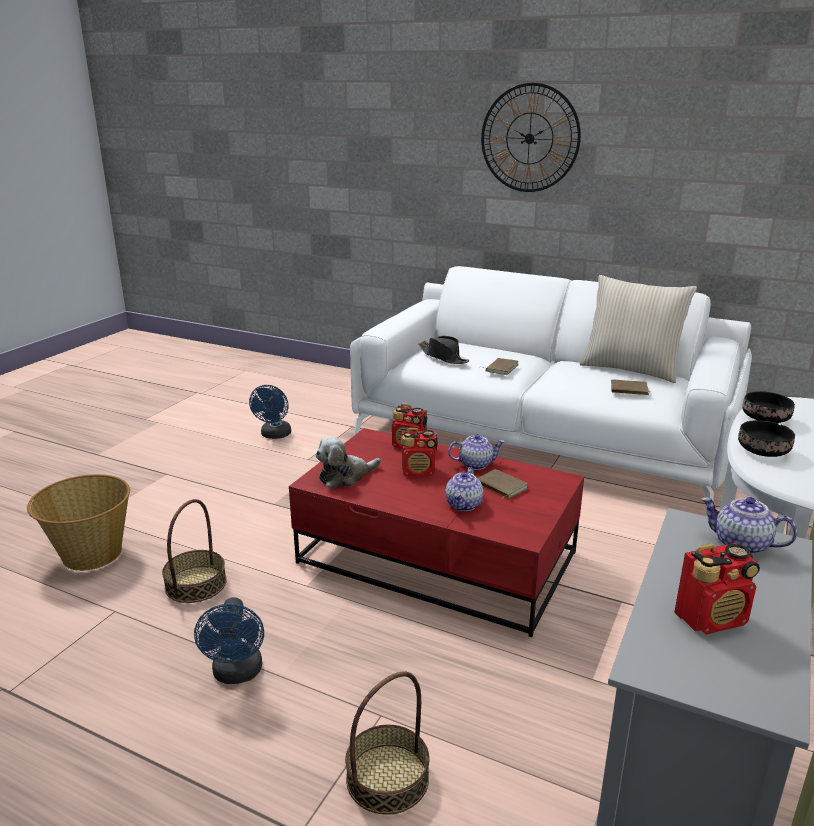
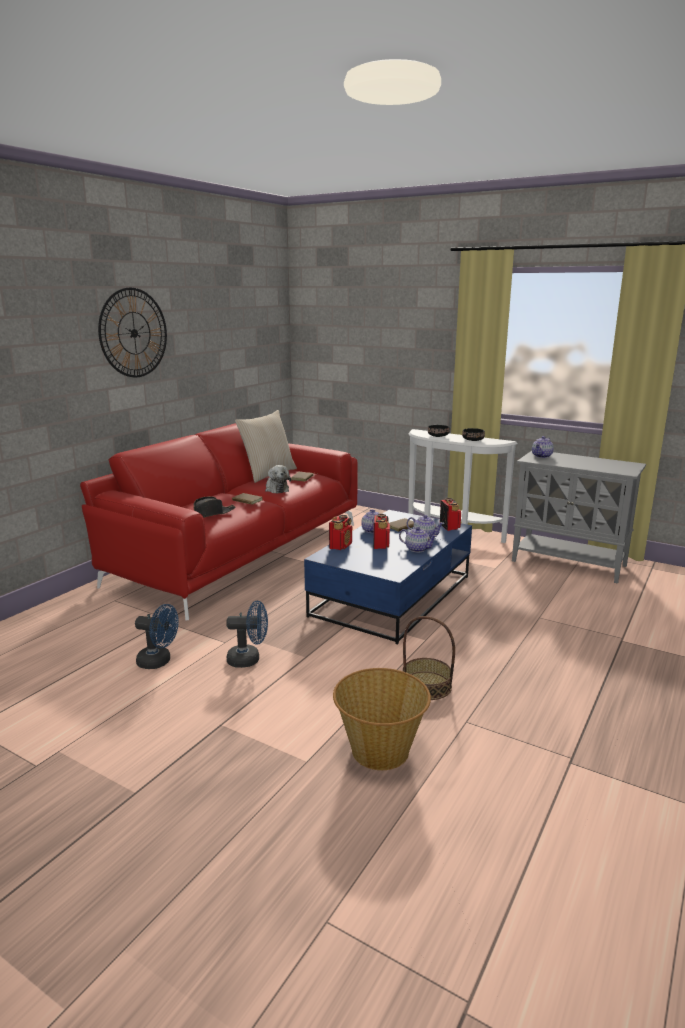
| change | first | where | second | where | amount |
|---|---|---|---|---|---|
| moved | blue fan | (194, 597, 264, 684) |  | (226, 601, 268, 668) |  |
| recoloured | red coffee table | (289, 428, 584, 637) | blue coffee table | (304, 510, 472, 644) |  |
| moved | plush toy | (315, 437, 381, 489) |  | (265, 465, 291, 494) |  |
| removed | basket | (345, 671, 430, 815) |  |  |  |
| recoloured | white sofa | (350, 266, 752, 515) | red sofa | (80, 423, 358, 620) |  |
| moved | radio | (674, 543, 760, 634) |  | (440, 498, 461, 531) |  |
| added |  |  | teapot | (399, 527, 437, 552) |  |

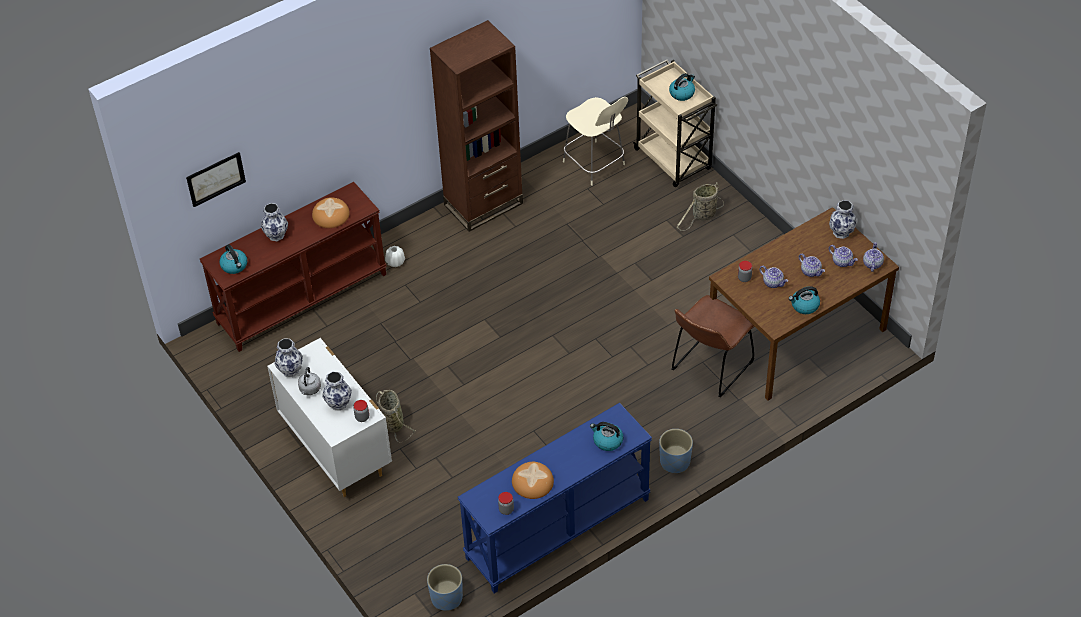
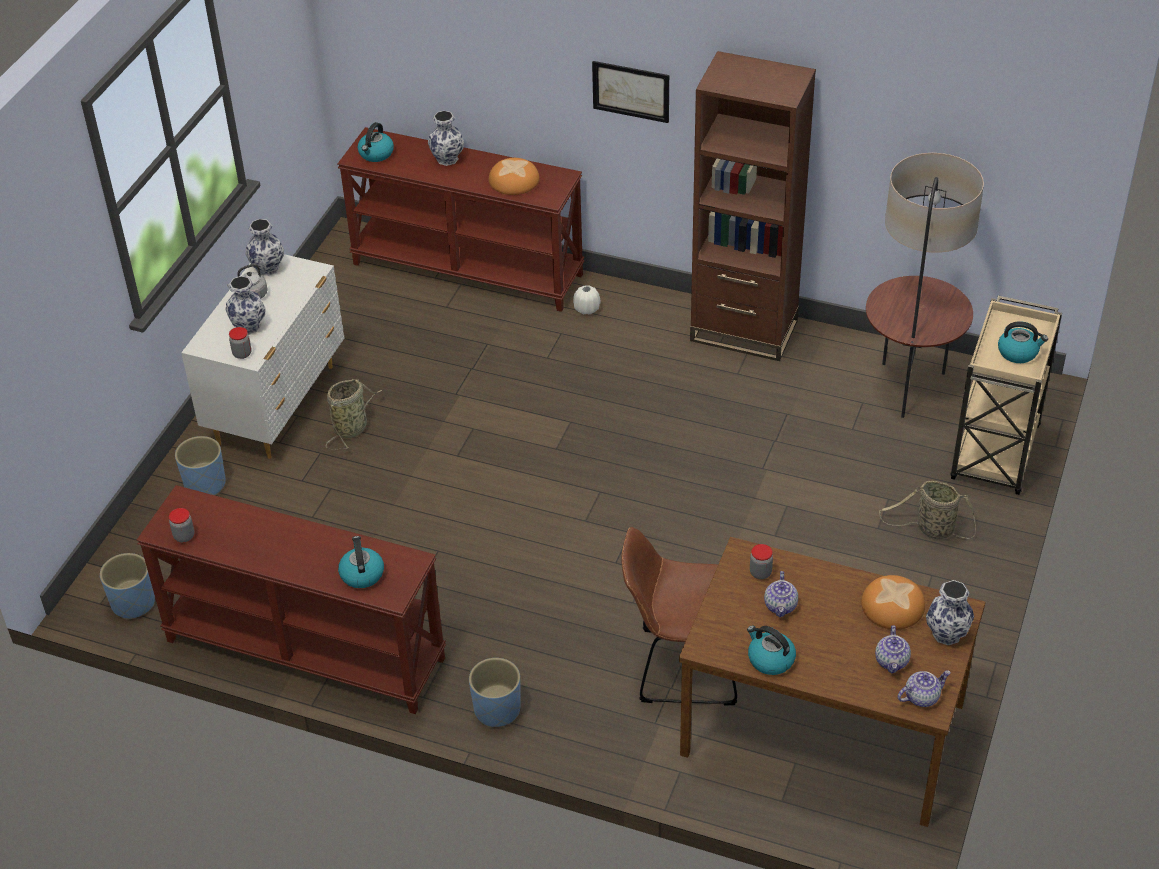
| change | first | where | second | where | amount |
|---|---|---|---|---|---|
| moved | picture | (186, 152, 246, 207) |  | (592, 61, 669, 123) |  |
| recoloured | blue console table | (458, 403, 652, 594) | brown console table | (136, 485, 446, 714) |  |
| moved | bread | (512, 462, 554, 499) |  | (861, 575, 925, 630) |  |
| replaced | beige chair | (563, 97, 628, 186) | floor lamp | (866, 153, 984, 418) |  |
| removed | teapot | (799, 254, 825, 277) |  |  |  |
| added |  |  | blue planter | (175, 436, 226, 495) |  |

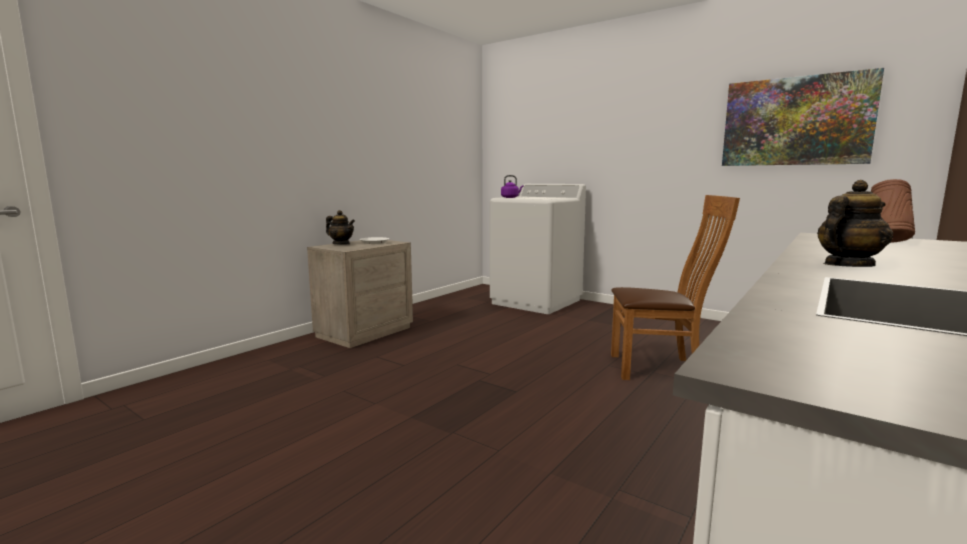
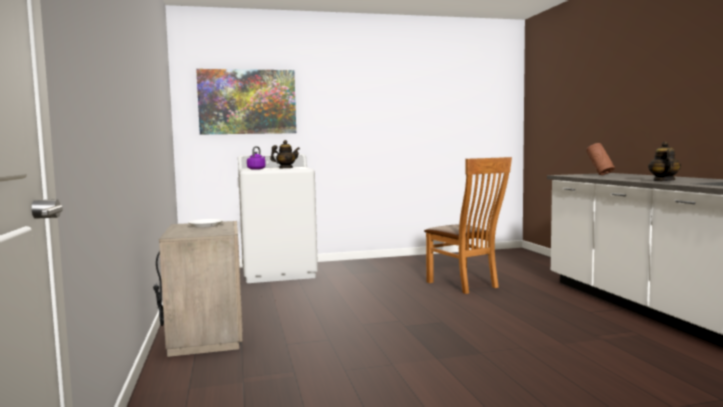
| change | first | where | second | where | amount |
|---|---|---|---|---|---|
| moved | teapot | (326, 210, 355, 245) |  | (270, 140, 300, 168) |  |
| turned | brown chair | (611, 195, 740, 380) |  | (424, 157, 512, 294) | 105 degrees clockwise |
| moved | picture | (722, 68, 884, 166) |  | (196, 69, 296, 134) |  |

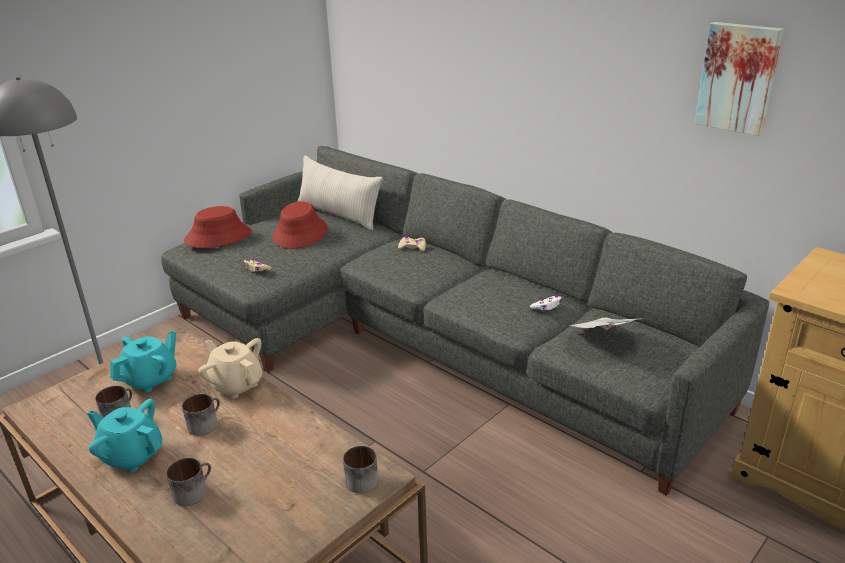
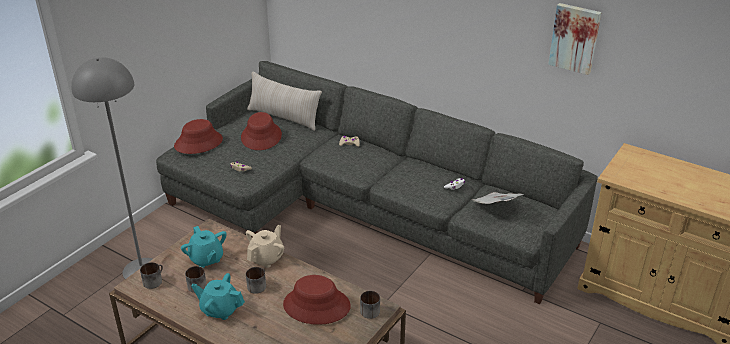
| change | first | where | second | where | amount |
|---|---|---|---|---|---|
| turned | turquoise teapot | (110, 330, 176, 393) |  | (181, 226, 227, 268) | 120 degrees clockwise |
| moved | mug | (166, 458, 211, 506) |  | (140, 262, 163, 289) |  |
| turned | beige teapot | (199, 338, 262, 399) |  | (246, 225, 284, 268) | 90 degrees clockwise |
| added |  |  | red hat | (283, 275, 351, 325) |  |

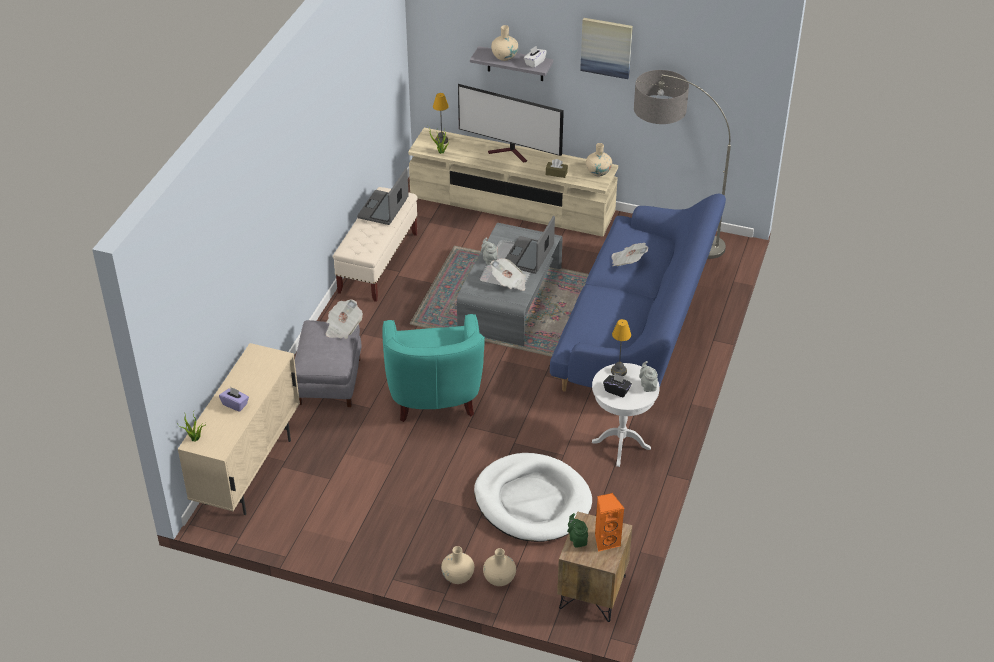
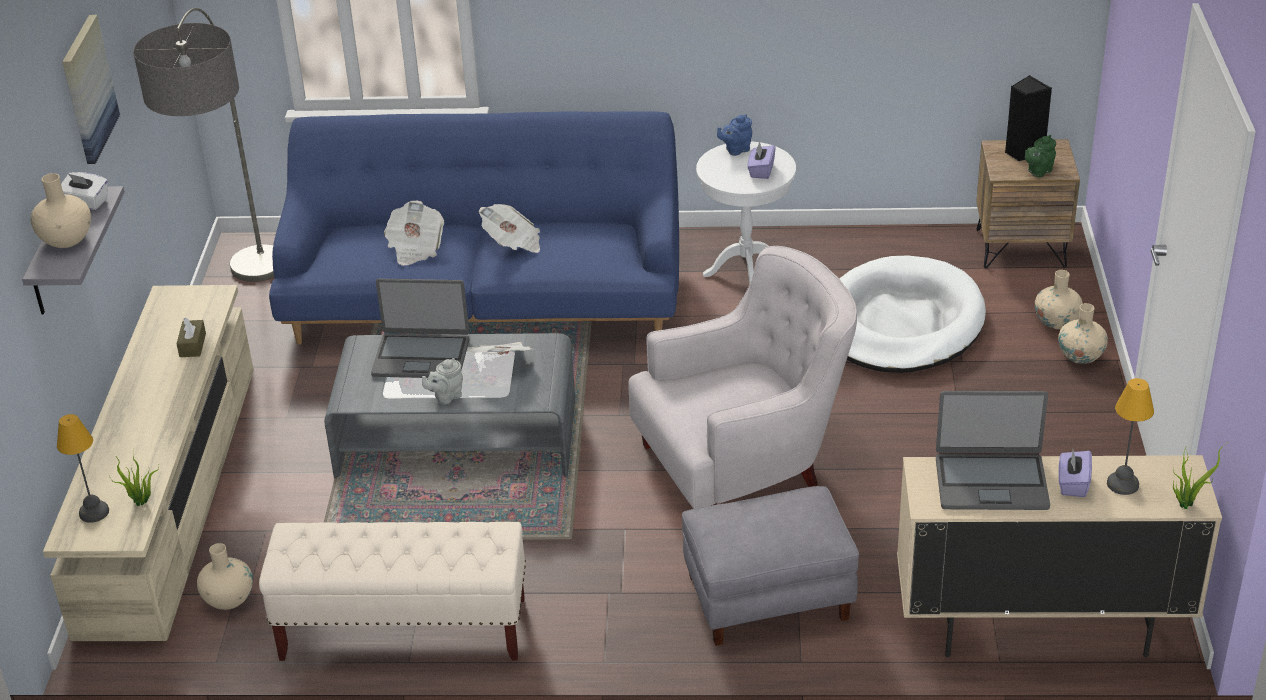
| change | first | where | second | where | amount |
|---|---|---|---|---|---|
| moved | newspaper | (326, 299, 363, 339) |  | (479, 204, 540, 253) |  |
| moved | laptop | (357, 168, 409, 225) |  | (936, 391, 1050, 510) |  |
| recoloured | turquoise armchair | (382, 314, 485, 422) | white armchair | (628, 246, 857, 509) |  |
| removed | television | (458, 84, 564, 163) |  |  |  |
| moved | beige vase | (586, 143, 612, 176) |  | (197, 543, 253, 610) |  |
| recoloured | orange speaker | (595, 493, 624, 552) | black speaker | (1005, 75, 1052, 161) |  |
| recoloured | black tissue box | (603, 374, 632, 397) | purple tissue box | (747, 141, 776, 179) |  |
| moved | table lamp | (611, 319, 631, 376) |  | (1107, 378, 1154, 495) |  |
| recoloured | grey teapot | (639, 361, 658, 392) | blue teapot | (717, 114, 752, 156) |  |

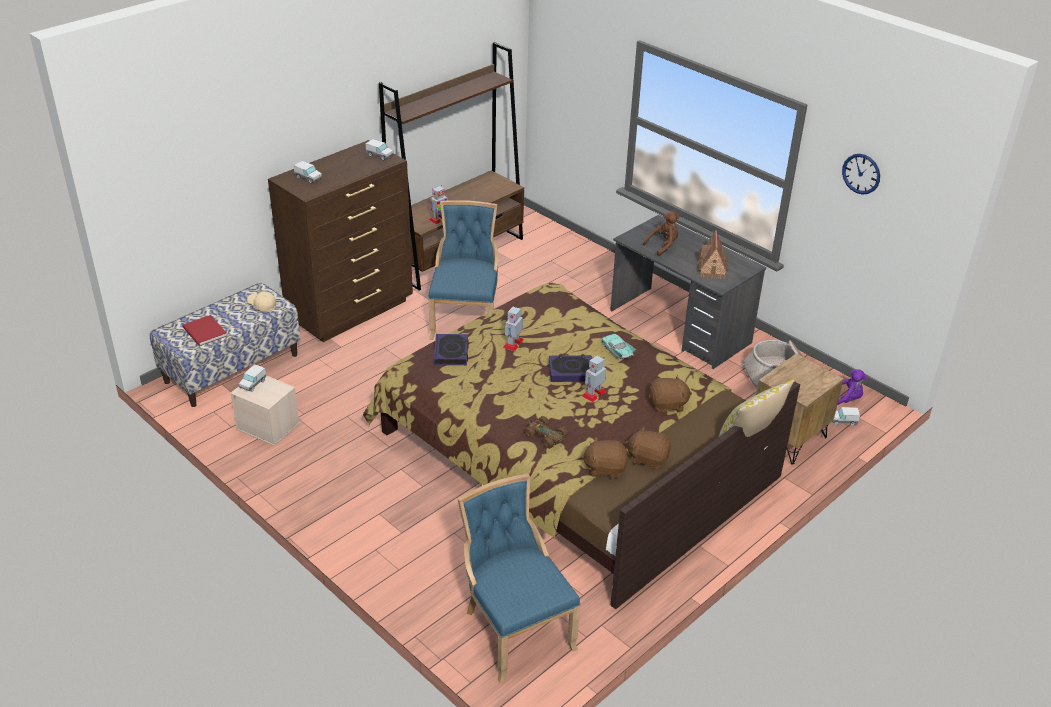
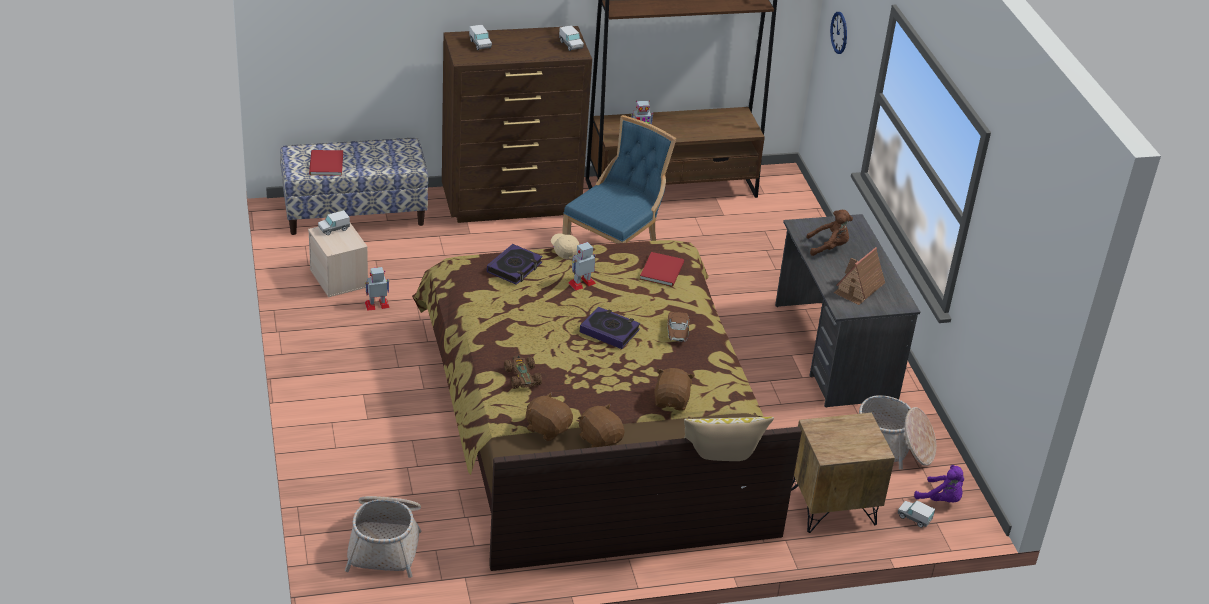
| change | first | where | second | where | amount |
|---|---|---|---|---|---|
| moved | beige cap | (247, 291, 276, 312) |  | (551, 233, 579, 259) |  |
| replaced | blue chair | (458, 474, 580, 684) | basket | (344, 496, 421, 578) |  |
| moved | toy robot | (582, 355, 606, 402) |  | (365, 267, 390, 311) |  |
| recoloured | turquoise toy car | (602, 334, 636, 360) | brown toy car | (667, 312, 689, 342) |  |
| turned | brown plush toy | (649, 375, 692, 413) |  | (655, 368, 695, 411) | 105 degrees counterclockwise |
| moved | wall clock | (842, 154, 880, 195) |  | (830, 12, 847, 54) |  |
| added |  |  | red book | (640, 252, 684, 287) |  |

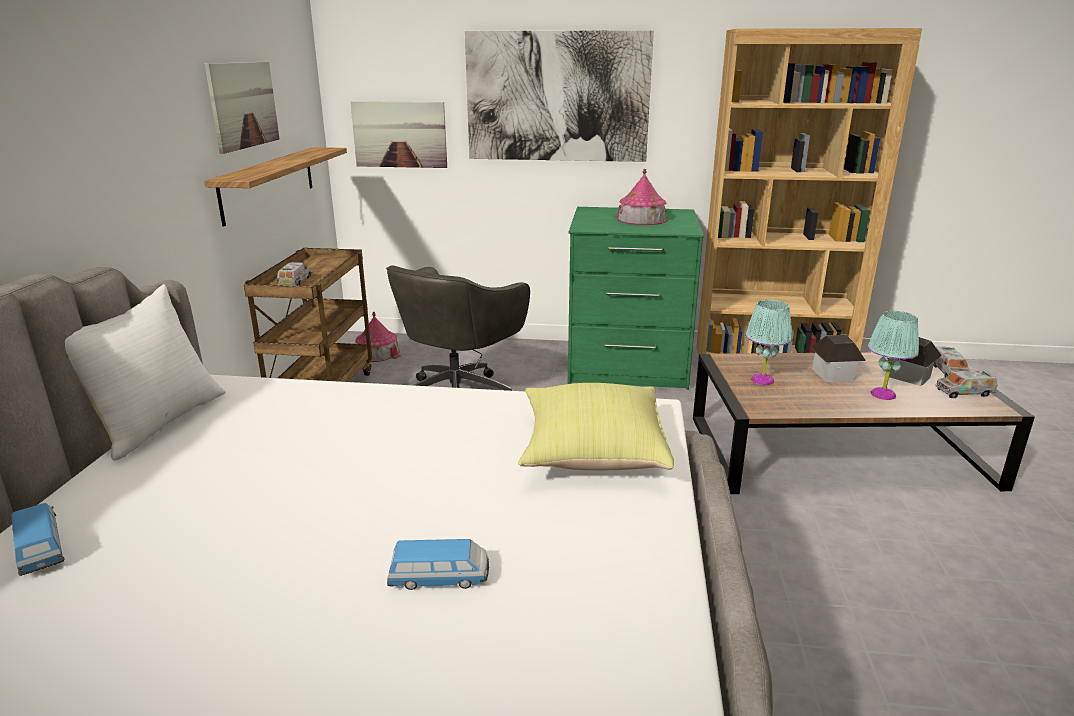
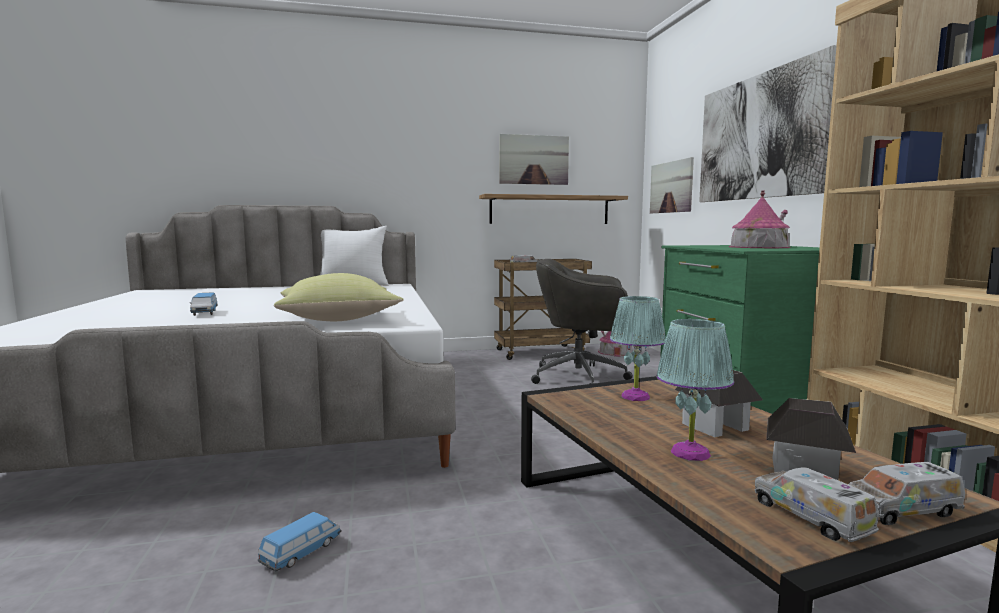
| change | first | where | second | where | amount |
|---|---|---|---|---|---|
| moved | toy car | (9, 503, 64, 576) |  | (258, 512, 341, 571) |  |

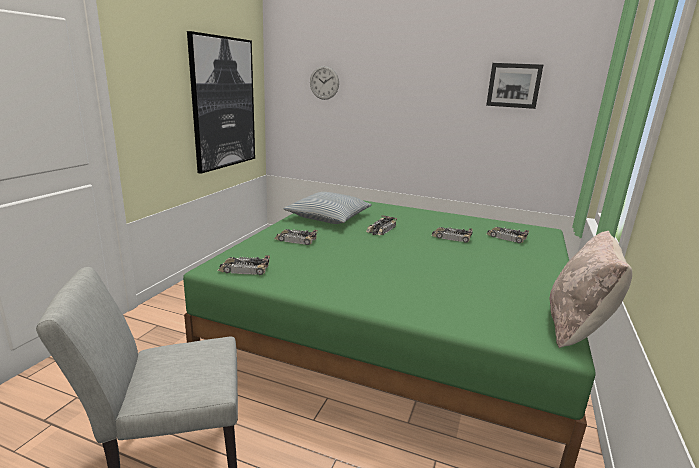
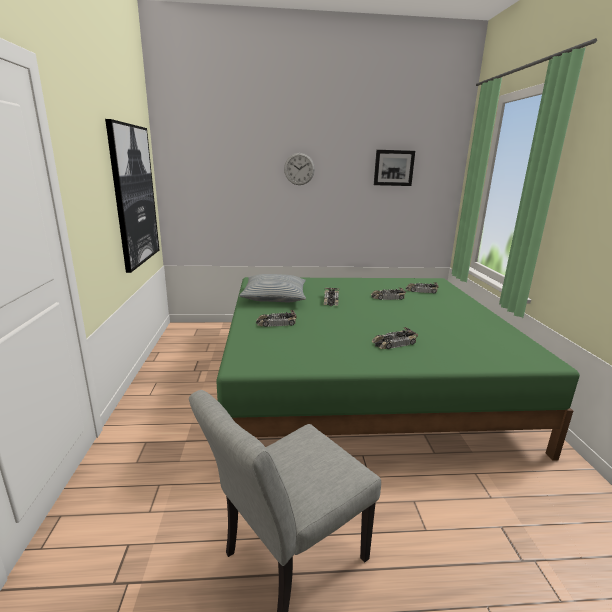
| change | first | where | second | where | amount |
|---|---|---|---|---|---|
| moved | toy car | (218, 255, 270, 275) |  | (371, 327, 418, 349) |  |
| moved | wall clock | (310, 66, 339, 100) |  | (284, 153, 315, 185) |  |
| removed | beige pillow | (550, 231, 632, 348) |  |  |  |

